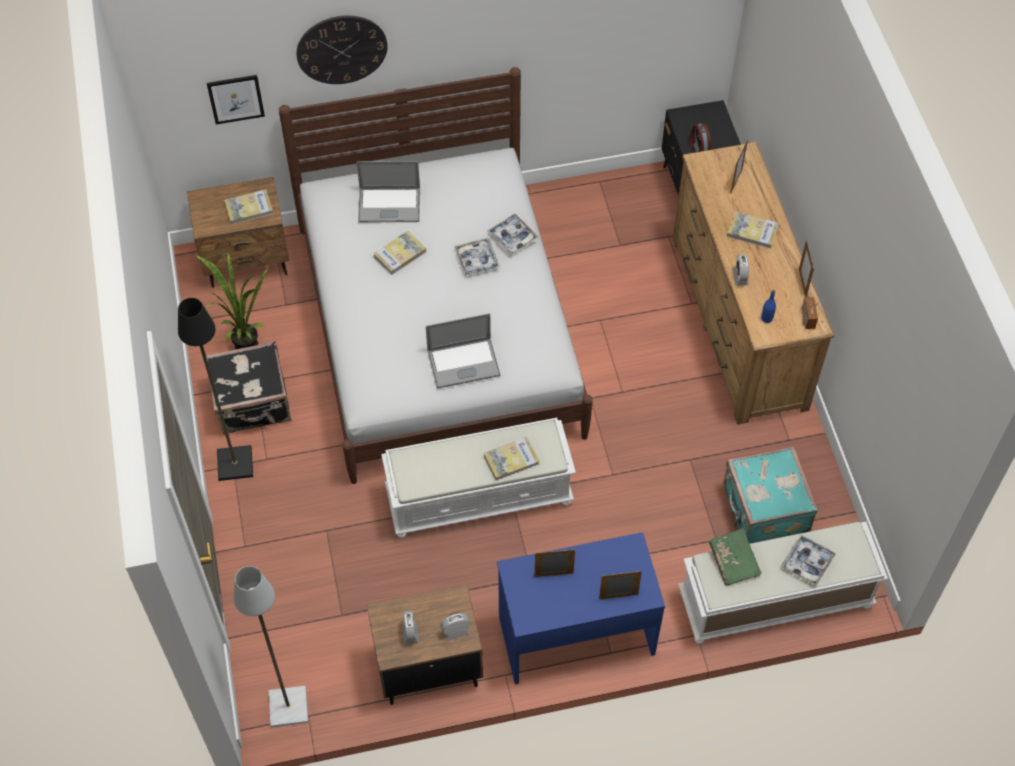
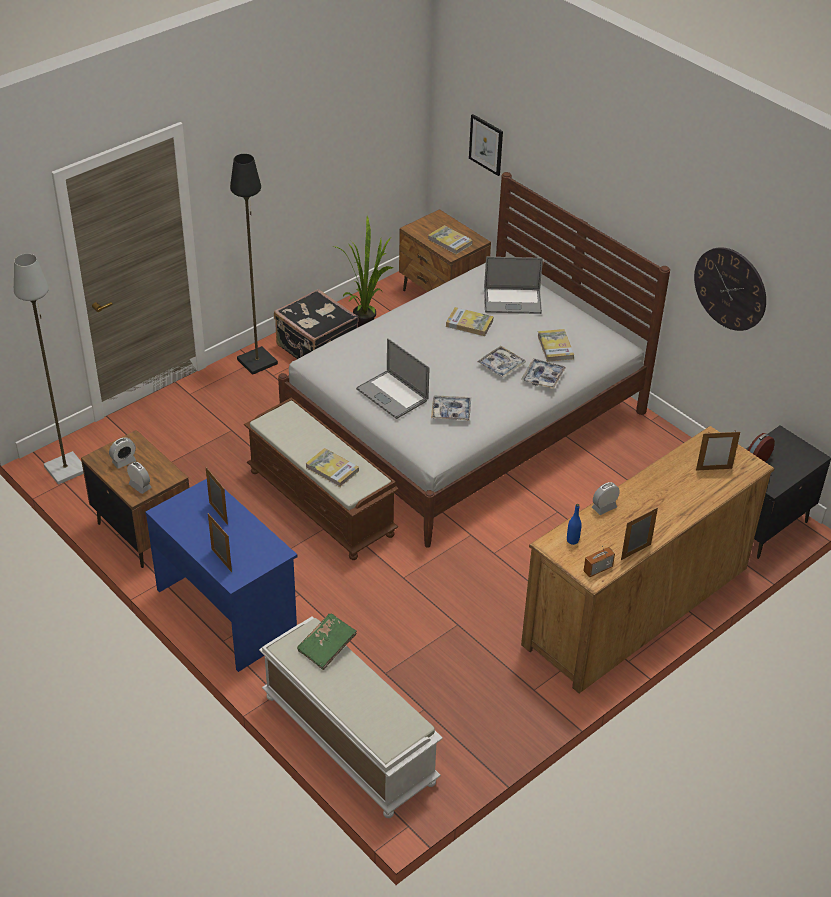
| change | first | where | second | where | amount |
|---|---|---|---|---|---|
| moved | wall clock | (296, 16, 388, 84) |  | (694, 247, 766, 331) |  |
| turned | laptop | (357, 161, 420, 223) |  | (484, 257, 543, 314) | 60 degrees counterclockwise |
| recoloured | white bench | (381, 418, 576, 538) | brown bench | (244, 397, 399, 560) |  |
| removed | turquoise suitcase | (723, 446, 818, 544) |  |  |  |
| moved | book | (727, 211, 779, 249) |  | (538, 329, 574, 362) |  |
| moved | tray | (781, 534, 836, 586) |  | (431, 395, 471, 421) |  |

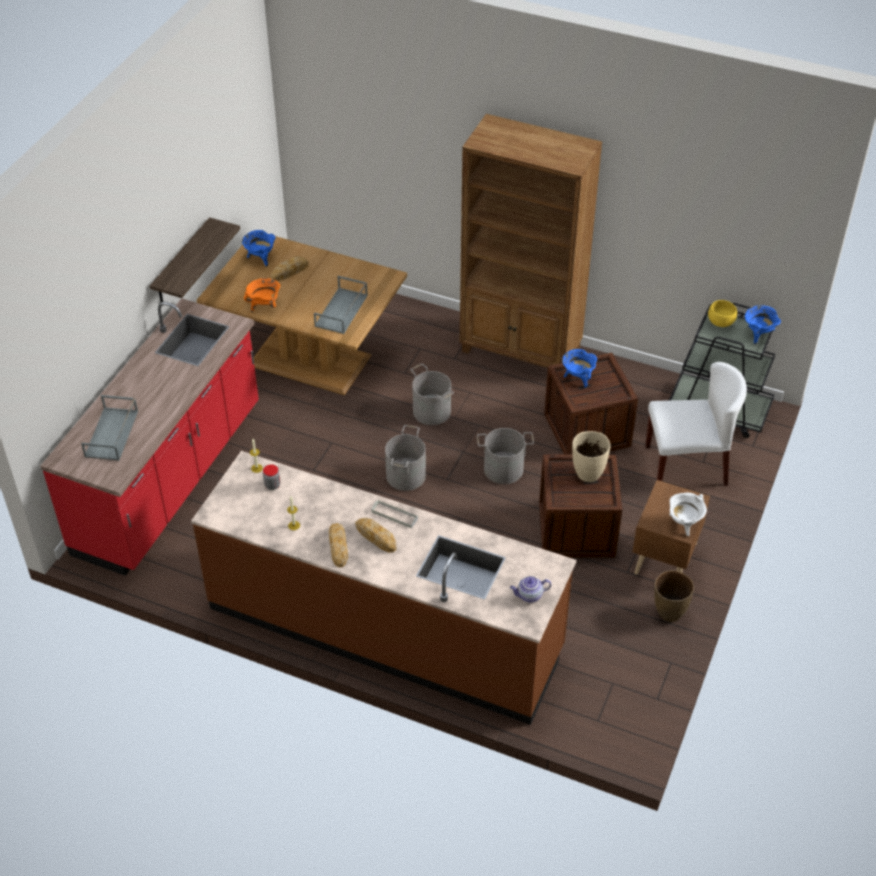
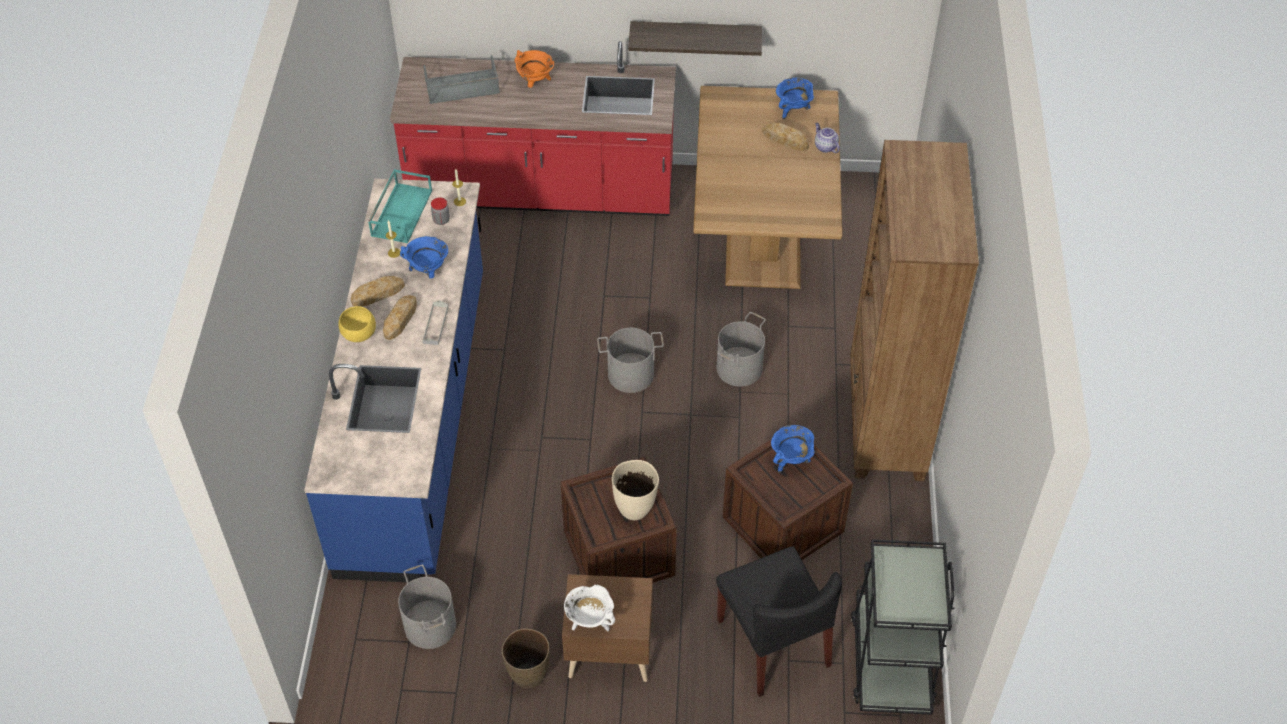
| change | first | where | second | where | amount |
|---|---|---|---|---|---|
| recoloured | brown counter | (191, 451, 576, 725) | blue counter | (304, 179, 483, 582) |  |
| moved | orange cooking pot | (244, 278, 280, 312) |  | (514, 50, 554, 88) |  |
| removed | grey tray | (314, 276, 368, 334) |  |  |  |
| moved | grey bucket | (477, 428, 534, 484) |  | (398, 565, 456, 649) |  |
| moved | teapot | (510, 576, 551, 603) |  | (815, 123, 840, 153) |  |
| recoloured | white chair | (646, 362, 747, 486) | black chair | (716, 546, 842, 697) |  |
| moved | yellow bowl | (708, 300, 737, 327) |  | (339, 306, 376, 342) |  |
| moved | blue cooking pot | (745, 305, 781, 345) |  | (400, 236, 448, 279) |  |
| added |  |  | turquoise tray | (368, 169, 432, 243) |  |

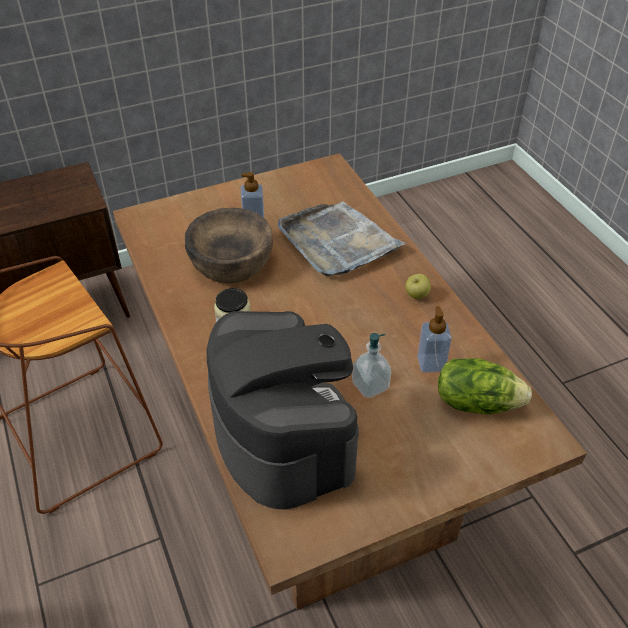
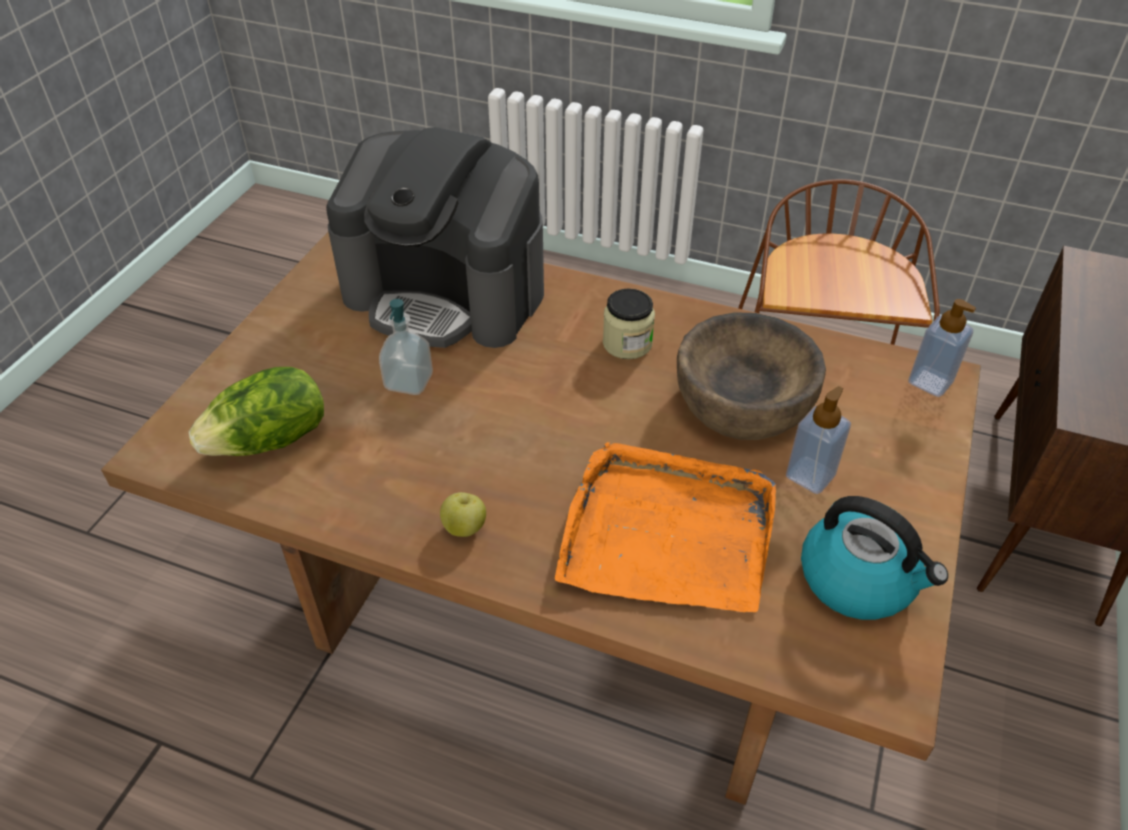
| change | first | where | second | where | amount |
|---|---|---|---|---|---|
| recoloured | grey tray | (278, 201, 406, 276) | orange tray | (555, 442, 776, 612) |  |
| moved | soap dispenser | (417, 306, 452, 373) |  | (908, 299, 976, 397) |  |
| added |  |  | kettle | (801, 496, 948, 620) |  |

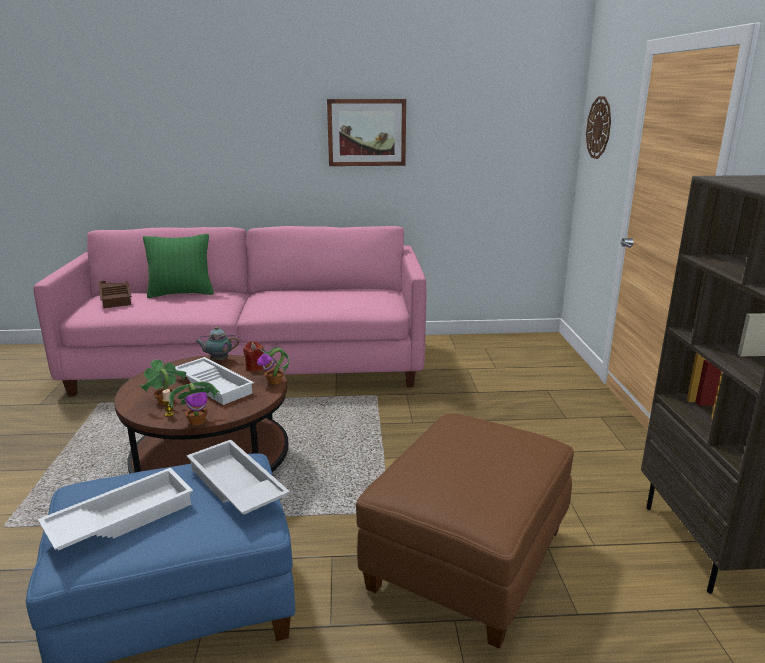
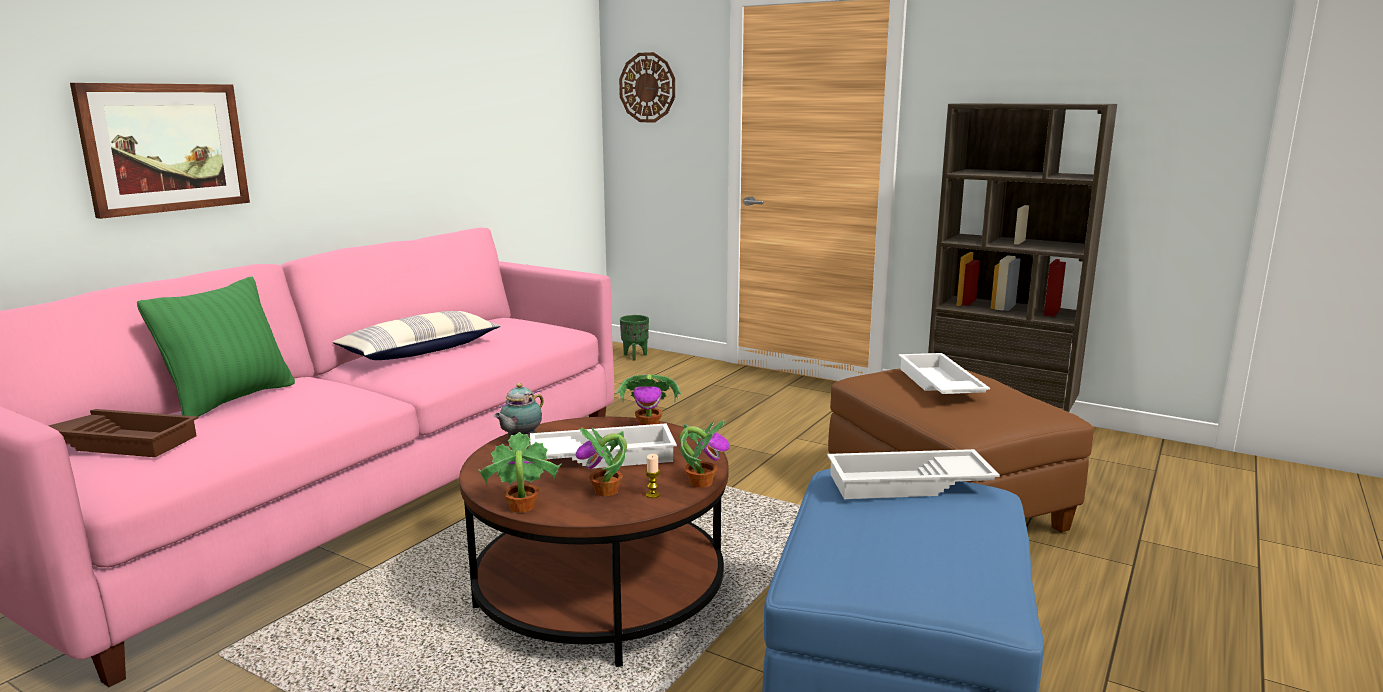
| change | first | where | second | where | amount |
|---|---|---|---|---|---|
| moved | white tray | (38, 468, 193, 550) |  | (898, 353, 990, 394) |  |
| removed | red candle | (243, 341, 264, 372) |  |  |  |
| moved | picture | (327, 99, 406, 166) |  | (70, 83, 250, 219) |  |
| added |  |  | pillow | (332, 311, 501, 360) |  |
| added |  |  | potted plant | (478, 432, 562, 513) |  |
| added |  |  | green planter | (620, 315, 649, 360) |  |

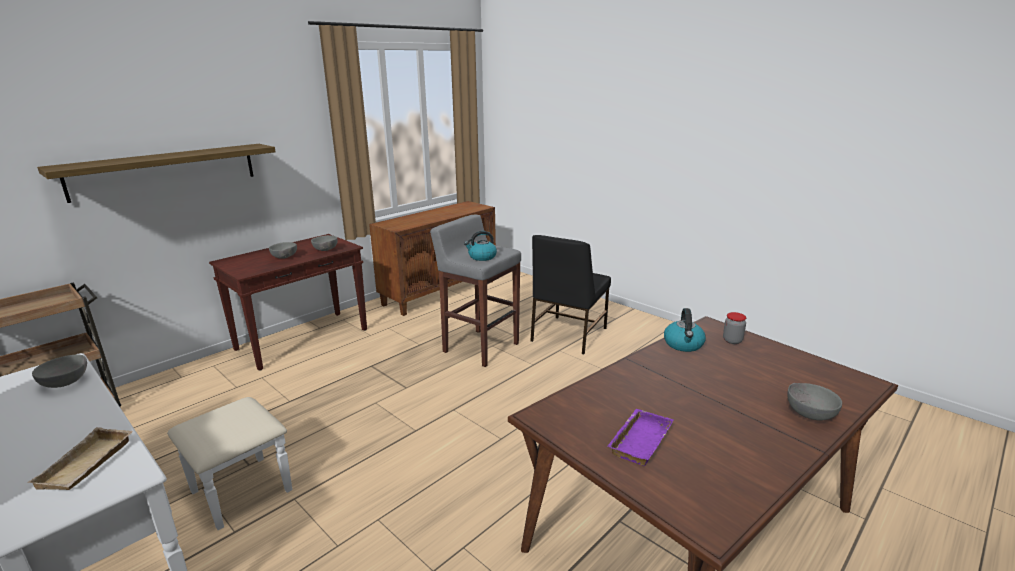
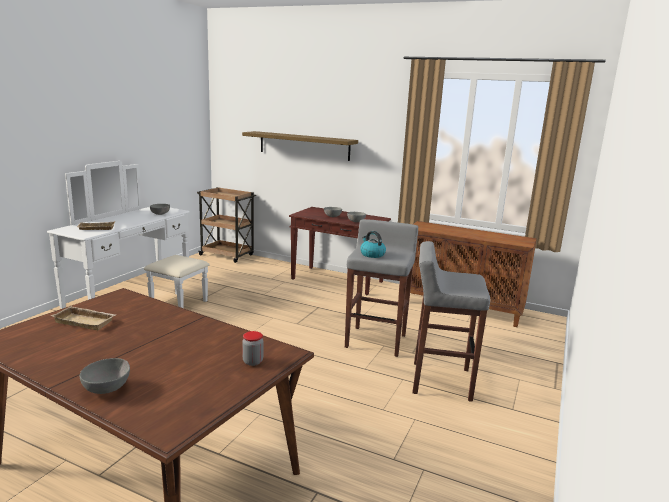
| change | first | where | second | where | amount |
|---|---|---|---|---|---|
| replaced | black chair | (531, 235, 611, 354) | grey stool | (412, 241, 490, 402) |  |
| recoloured | purple tray | (607, 409, 673, 466) | beige tray | (51, 306, 115, 330) |  |
| removed | kettle | (664, 308, 706, 352) |  |  |  |

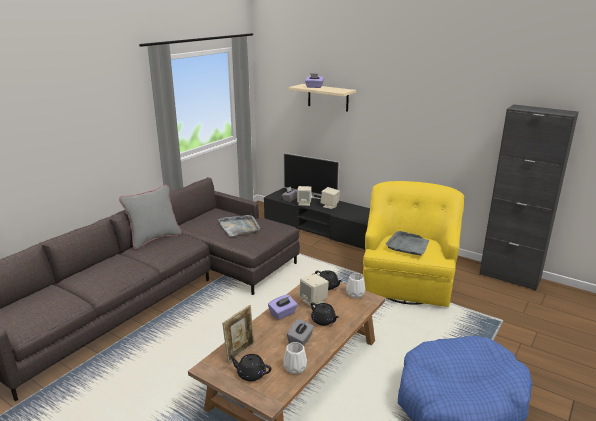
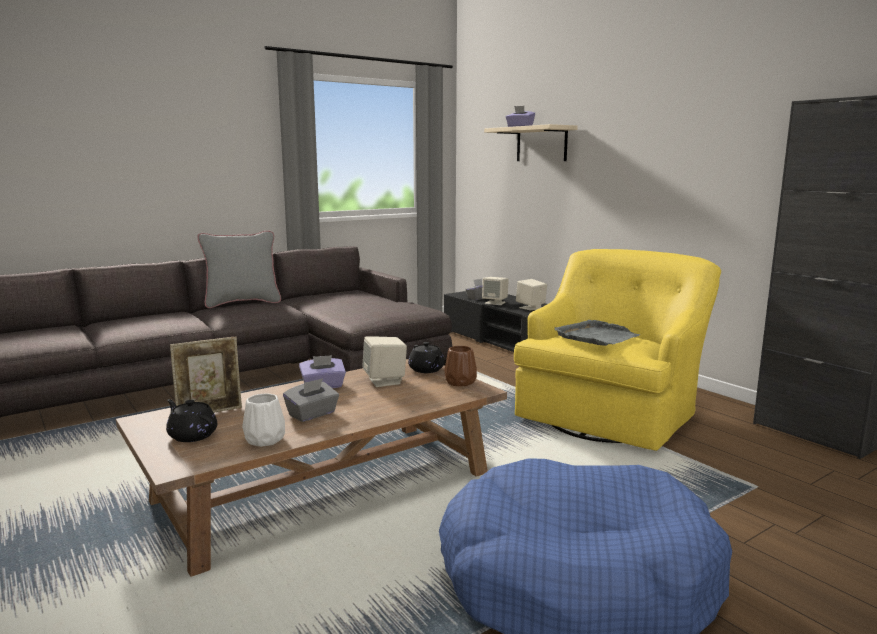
| change | first | where | second | where | amount |
|---|---|---|---|---|---|
| removed | grey tray | (218, 215, 260, 236) |  |  |  |
| removed | television | (283, 153, 339, 199) |  |  |  |
| removed | black teapot | (311, 302, 339, 326) |  |  |  |
| recoloured | white vase | (346, 273, 365, 298) | brown vase | (444, 346, 477, 386) |  |

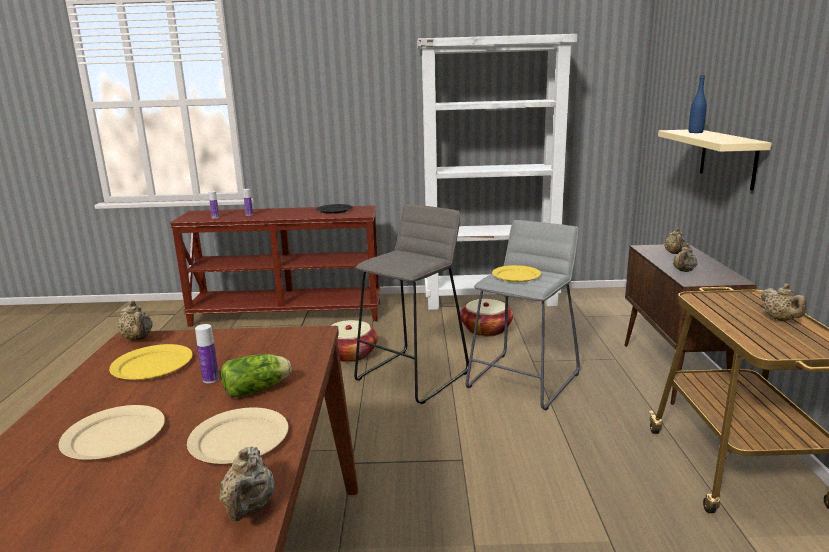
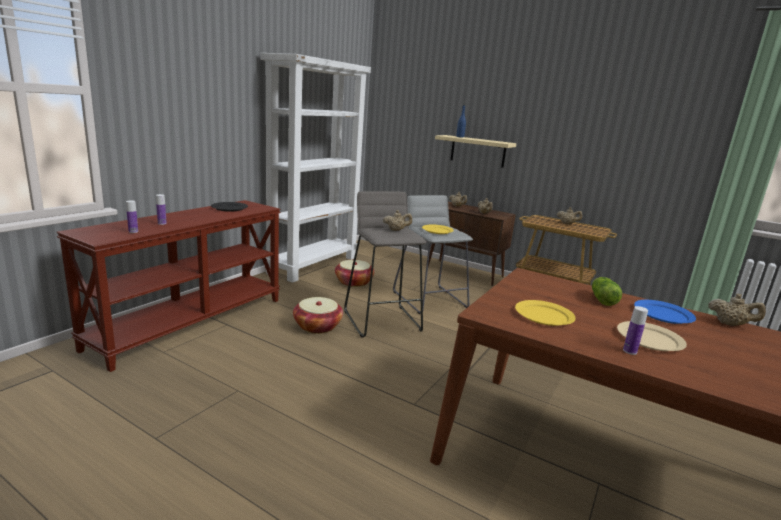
| change | first | where | second | where | amount |
|---|---|---|---|---|---|
| moved | beige teapot | (117, 300, 153, 341) |  | (383, 210, 412, 231) |  |
| recoloured | beige plate | (187, 407, 289, 464) | blue plate | (634, 300, 696, 324) |  |
| moved | bottle | (195, 324, 219, 383) |  | (623, 306, 648, 355) |  |

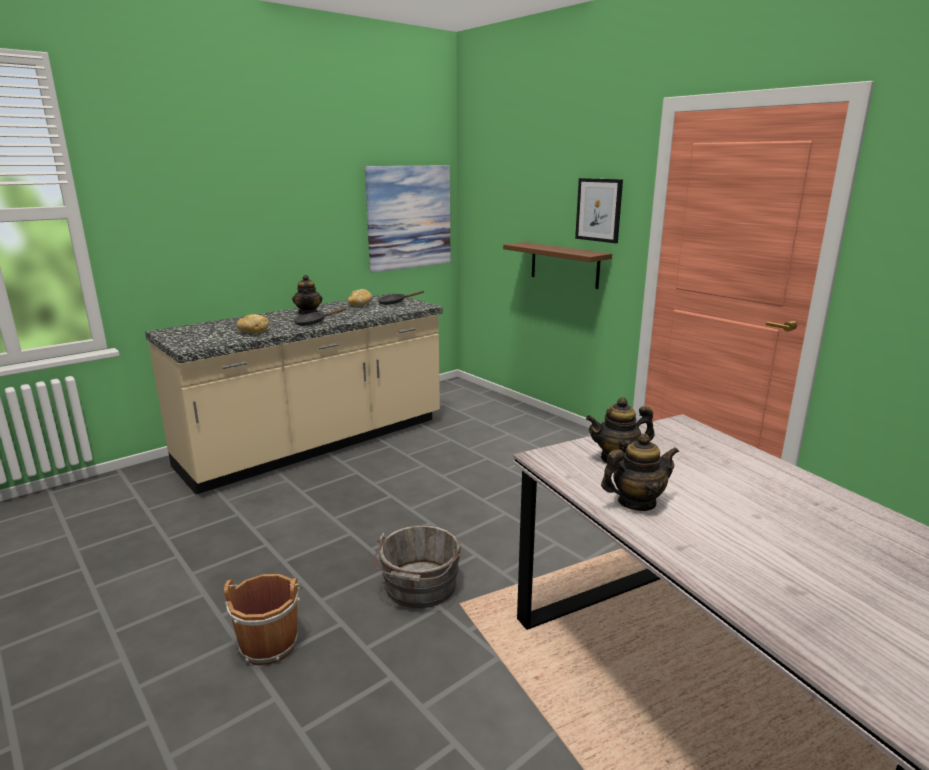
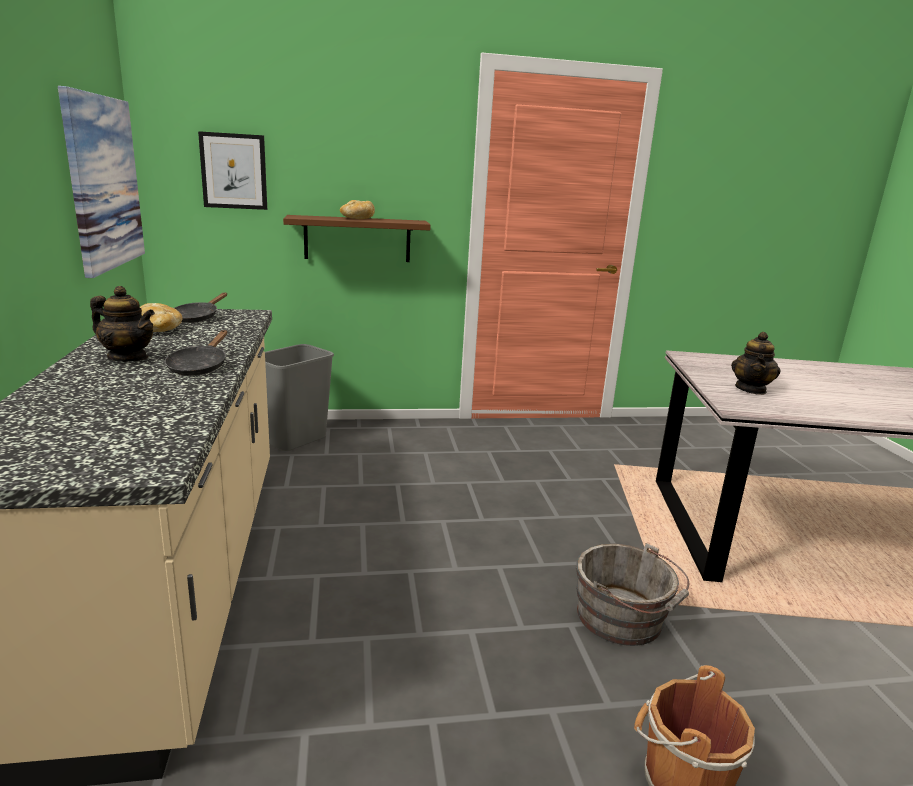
| change | first | where | second | where | amount |
|---|---|---|---|---|---|
| moved | bread | (236, 314, 269, 333) |  | (340, 200, 375, 219) |  |
| moved | picture | (575, 178, 623, 243) |  | (198, 131, 267, 210) |  |
| removed | teapot | (601, 433, 679, 511) |  |  |  |
| added |  |  | grey trash can | (265, 344, 334, 451) |  |

